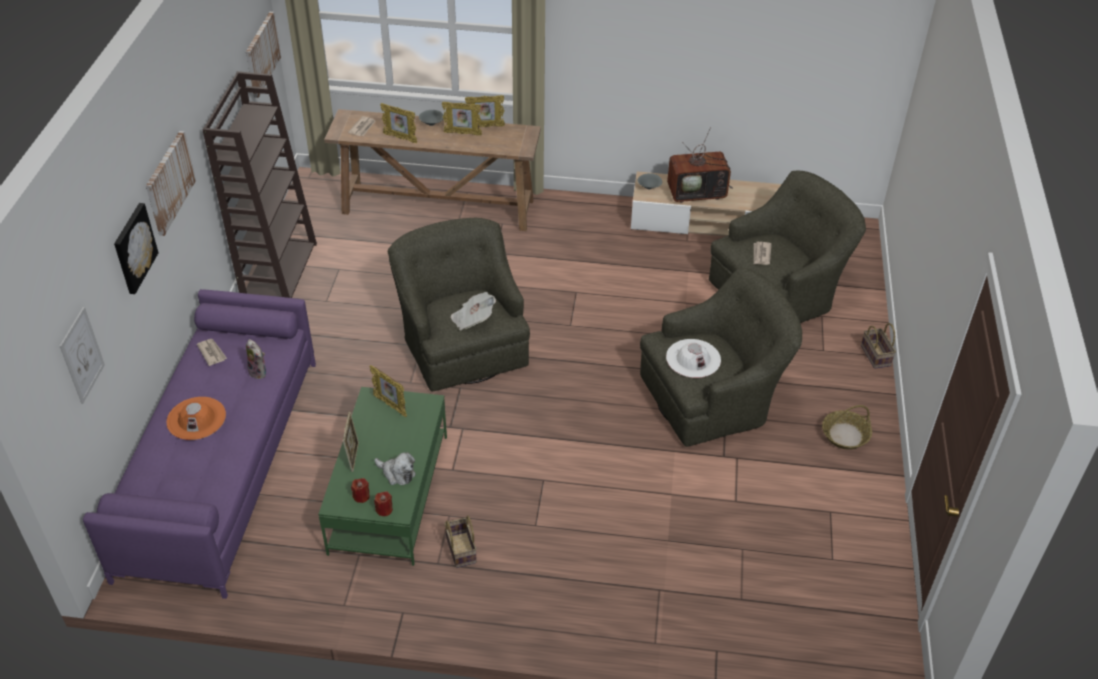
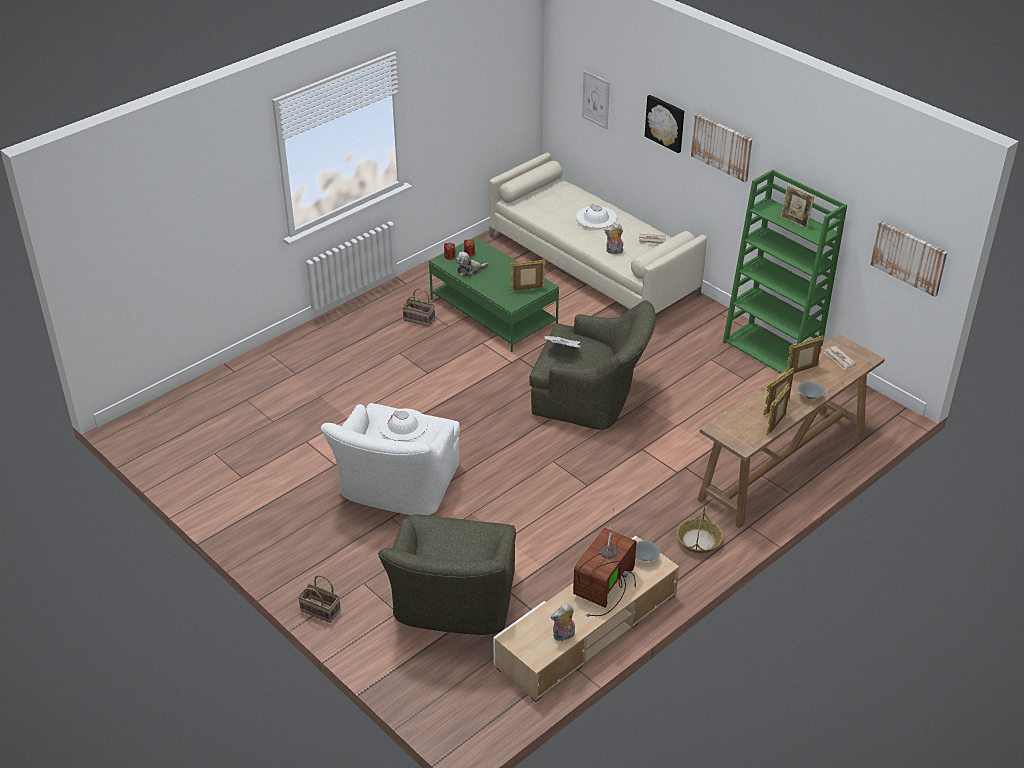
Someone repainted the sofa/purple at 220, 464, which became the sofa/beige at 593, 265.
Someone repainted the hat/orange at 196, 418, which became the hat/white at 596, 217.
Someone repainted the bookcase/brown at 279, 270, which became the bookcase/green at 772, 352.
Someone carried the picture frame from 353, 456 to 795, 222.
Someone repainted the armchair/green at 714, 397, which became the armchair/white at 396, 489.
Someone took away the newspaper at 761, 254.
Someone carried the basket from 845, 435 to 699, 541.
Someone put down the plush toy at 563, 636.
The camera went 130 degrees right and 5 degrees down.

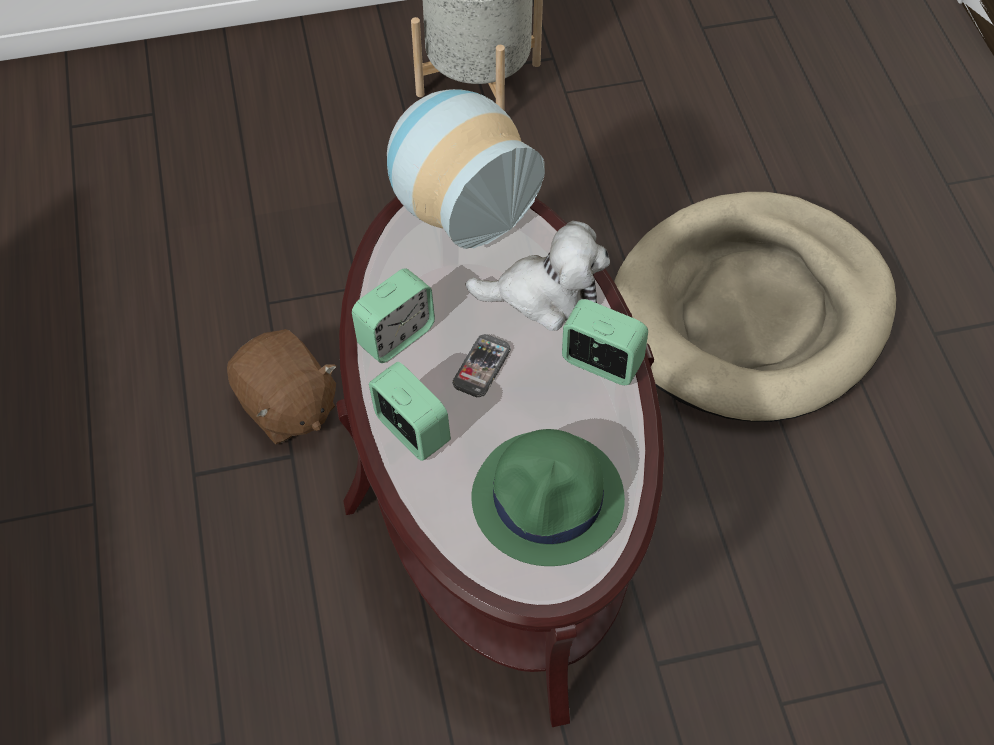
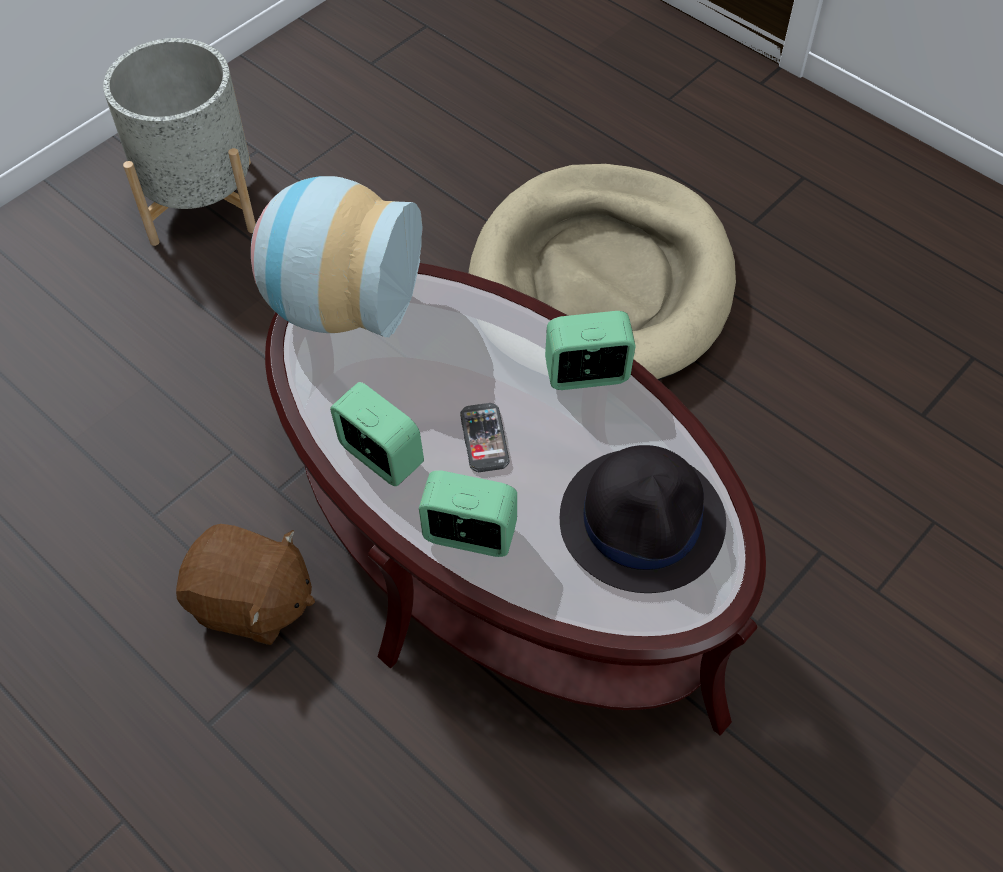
Someone rotated the alarm clock at 396, 336 by 60 degrees counterclockwise.
Someone took away the plush toy at 545, 295.
Someone repainted the hat/green at 549, 499, which became the hat/black at 643, 520.
The camera went 35 degrees left and 0 degrees up.

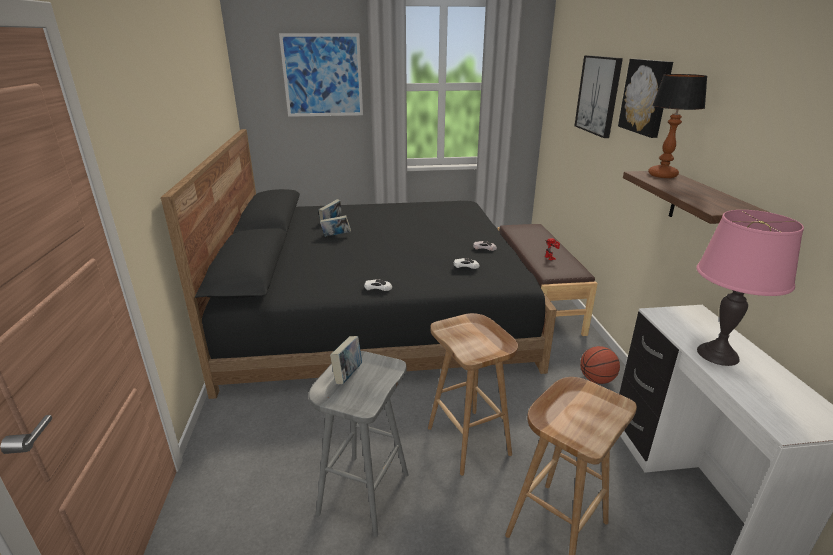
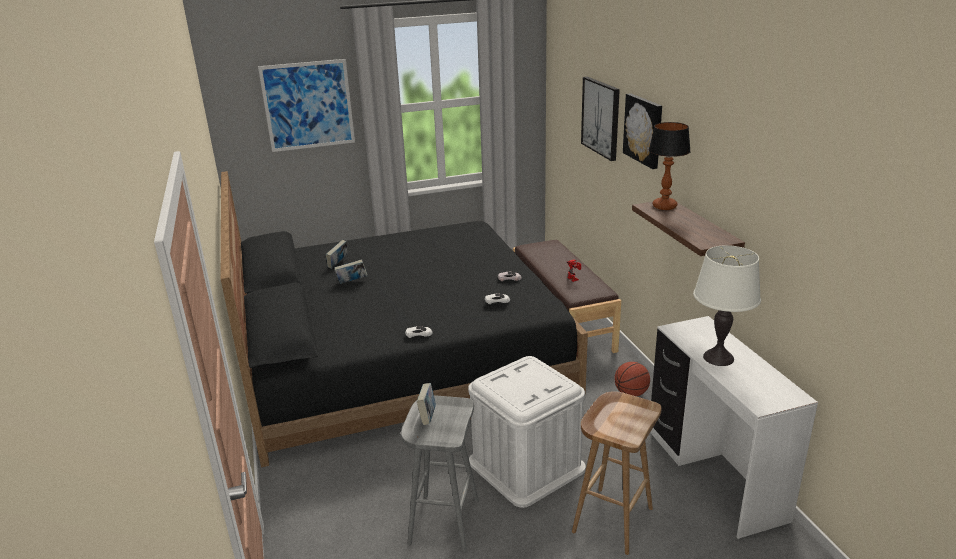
Someone swapped the stool/brown at 470, 441 for the storage box/white at 526, 465.
Someone repainted the table lamp/pink at 718, 354, which became the table lamp/white at 718, 358.
The camera went 10 degrees left and 0 degrees up.

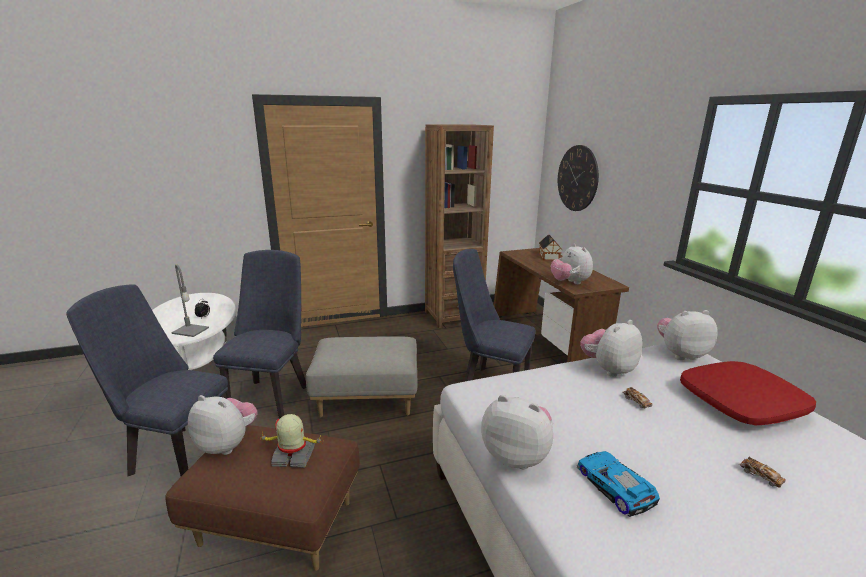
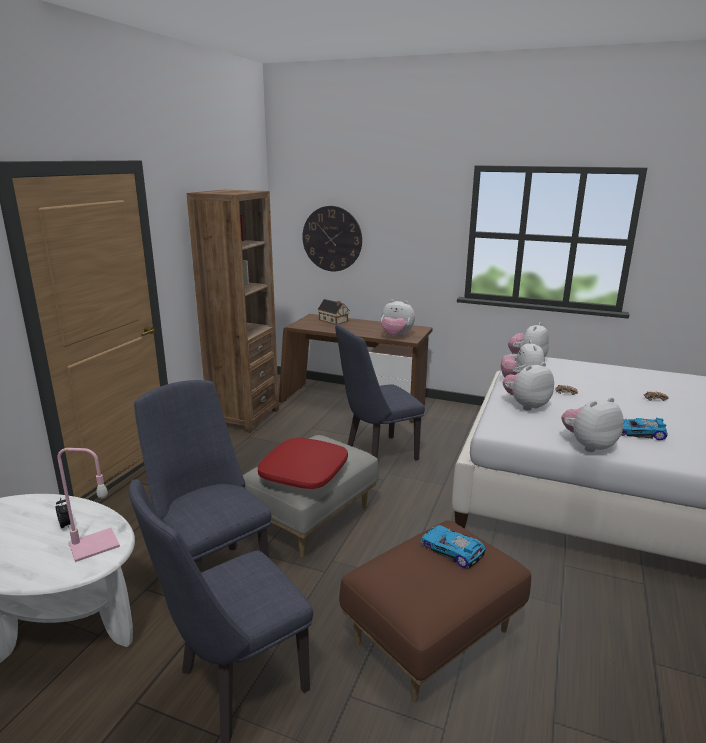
Someone repainted the table lamp/grey at 189, 330, which became the table lamp/pink at 92, 545.
Someone carried the plush toy from 228, 444 to 525, 405.
Someone swapped the toy robot at 293, 456 for the toy car at 451, 550.
Someone carried the pillow/red from 741, 403 to 304, 473.
The camera went 50 degrees left and 0 degrees up.

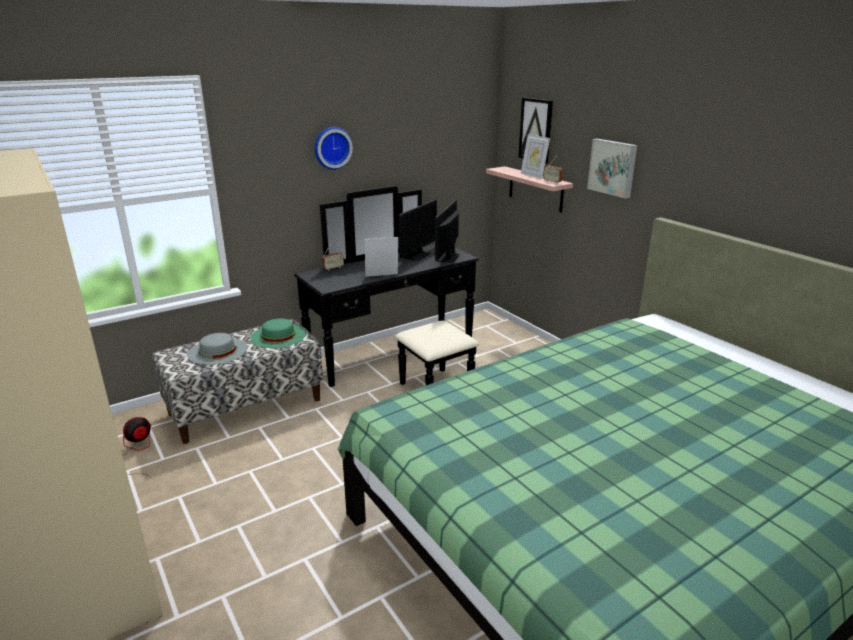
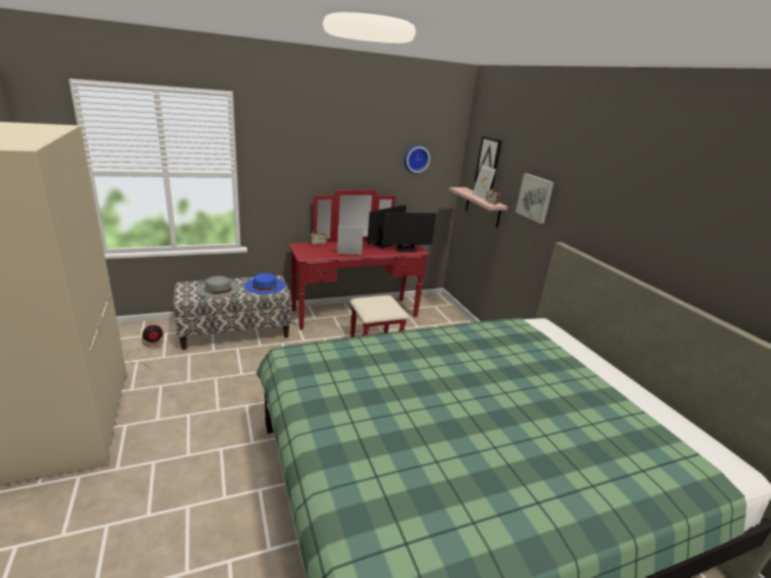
Someone repainted the hat/green at 278, 335, which became the hat/blue at 265, 285.
Someone repainted the dresser/black at 401, 360, which became the dresser/red at 360, 319.
Someone carried the wall clock from 332, 147 to 416, 158.
Someone rotated the monitor at 448, 257 by 135 degrees counterclockwise.
The camera went 10 degrees right and 0 degrees up.

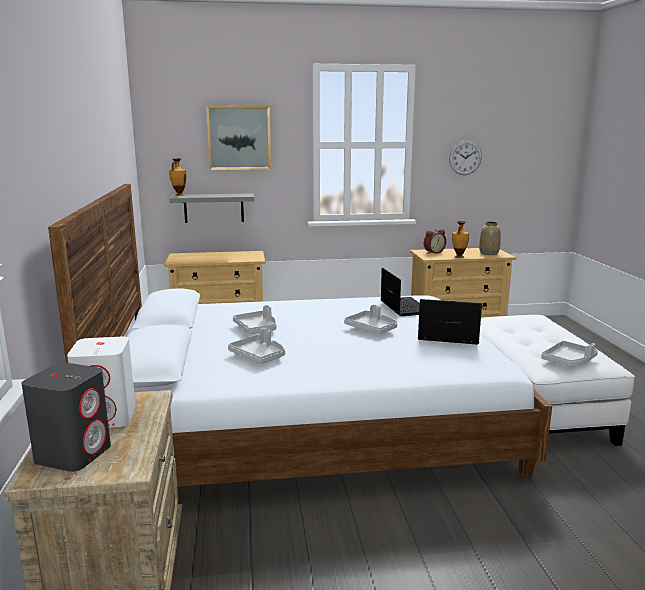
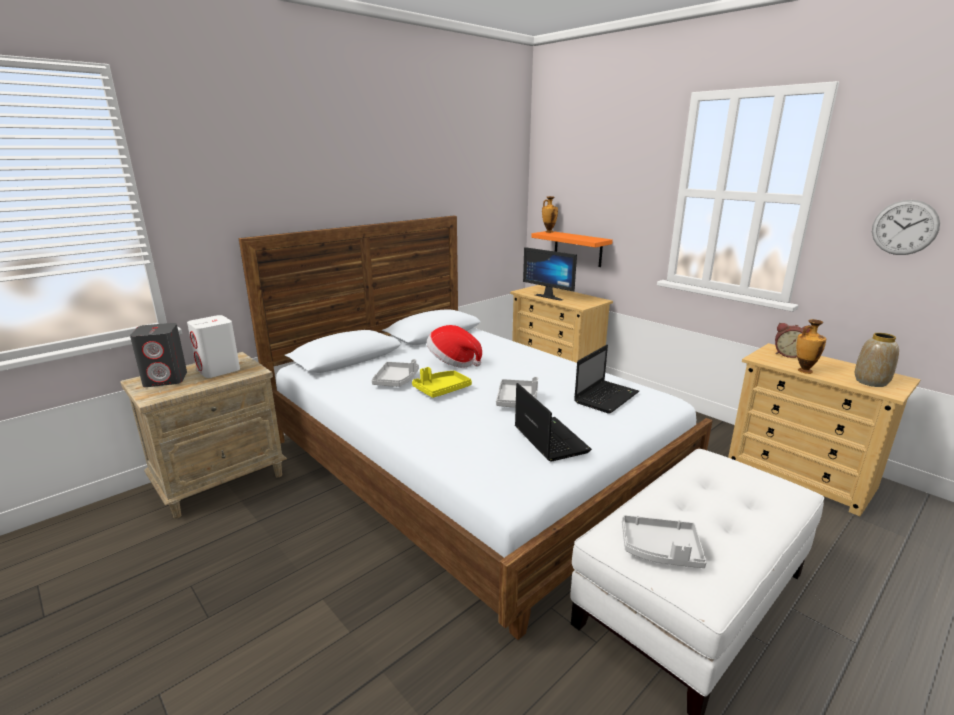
Someone repainted the shelf/grey at 214, 208, which became the shelf/orange at 578, 248.
Someone took away the picture at 239, 138.
Someone swapped the tray/grey at 257, 329 for the hat at 453, 362.
Someone put down the tray/yellow at 441, 390.
Someone put down the monitor at 550, 296.
The camera went 55 degrees right and 5 degrees up.

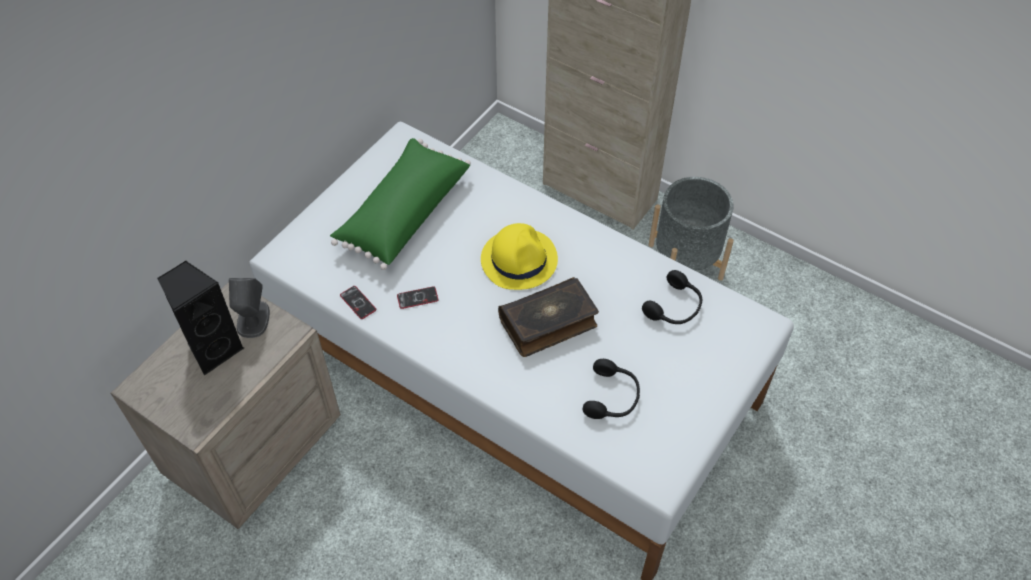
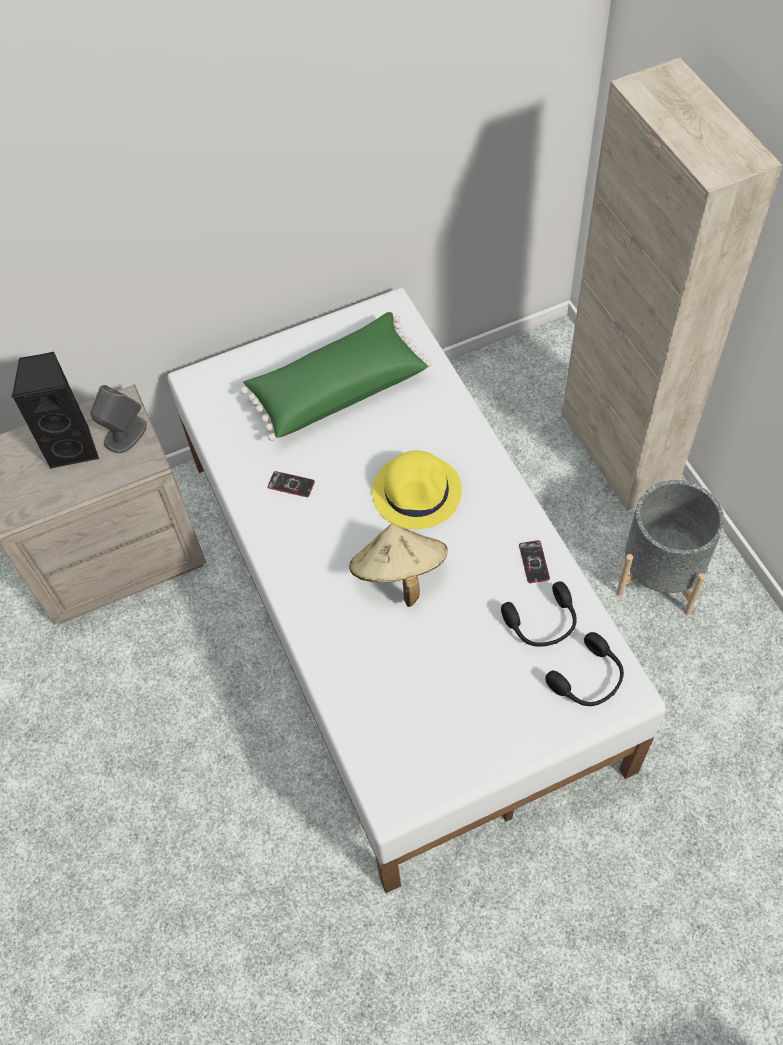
Someone carried the phone from 358, 303 to 534, 562.
Someone swapped the book at 548, 323 for the hat/beige at 399, 574.
Someone carried the headphones/black from 612, 397 to 588, 679.
The camera went 35 degrees right and 5 degrees up.

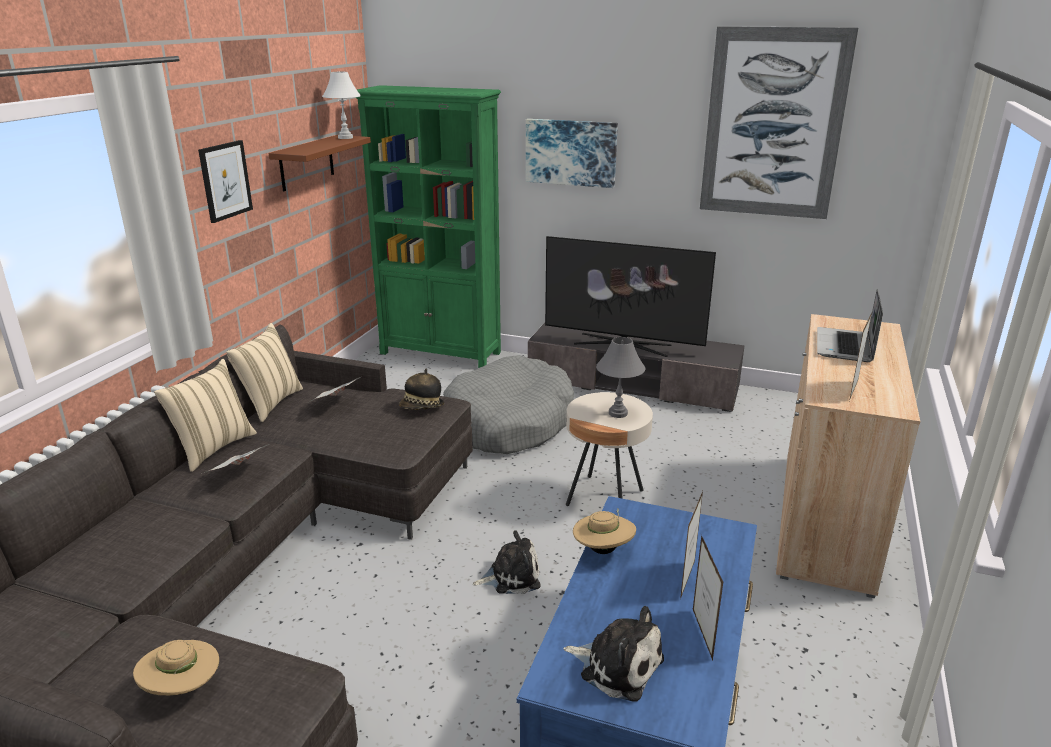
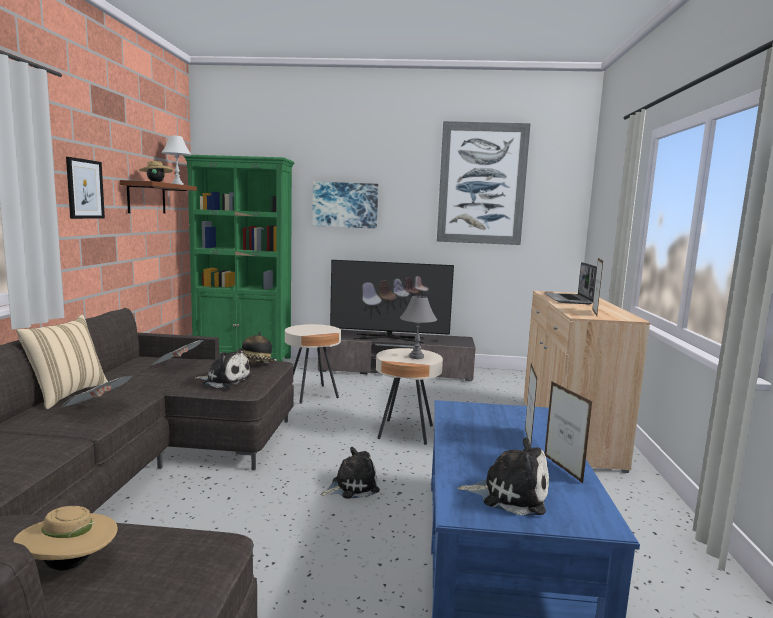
Someone took away the pillow/beige at 270, 403.
Someone swapped the dog bed/grey at 509, 423 for the side table/beige at 312, 394.
Someone carried the hat/beige from 603, 550 to 156, 182.
Someone put down the plush toy at 224, 380.
The camera went 15 degrees left and 15 degrees down.

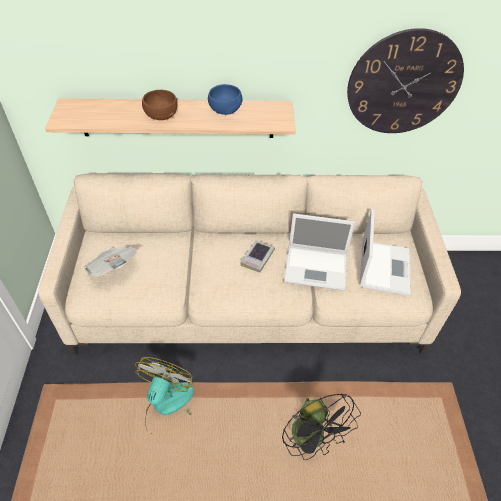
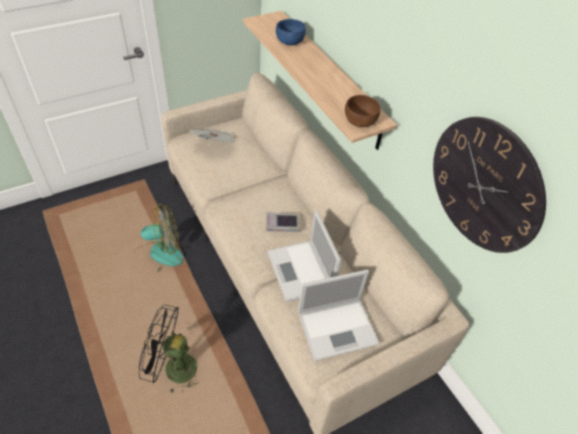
Someone carried the bowl/brown from 161, 115 to 359, 120.
Someone carried the bowl/blue from 225, 109 to 290, 41.
Someone rotated the fan/black at 312, 439 by 60 degrees clockwise.
The camera went 60 degrees right and 0 degrees up.

